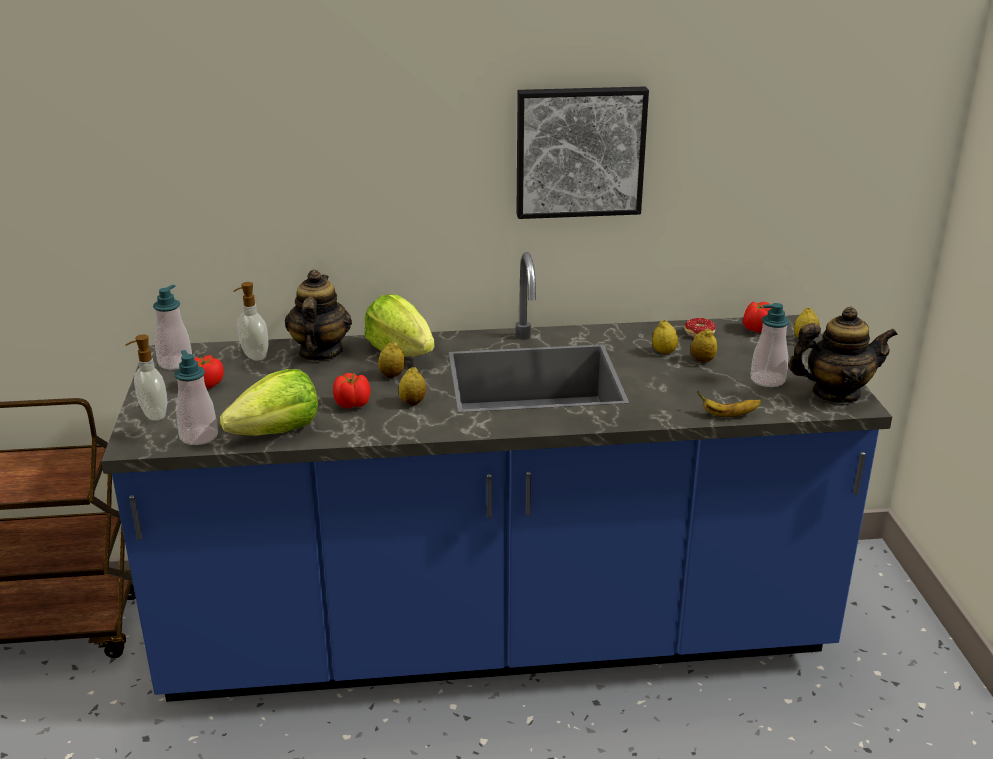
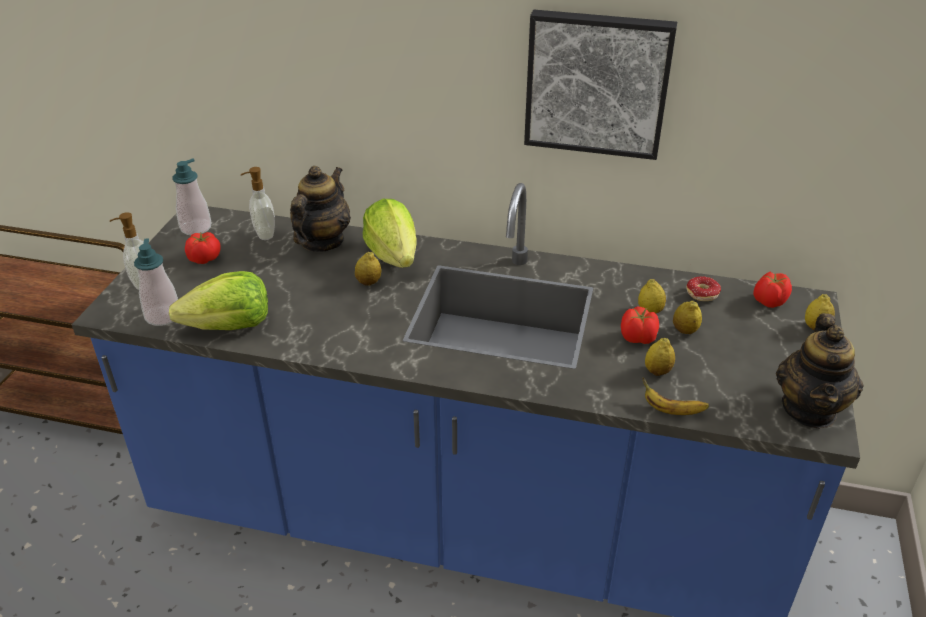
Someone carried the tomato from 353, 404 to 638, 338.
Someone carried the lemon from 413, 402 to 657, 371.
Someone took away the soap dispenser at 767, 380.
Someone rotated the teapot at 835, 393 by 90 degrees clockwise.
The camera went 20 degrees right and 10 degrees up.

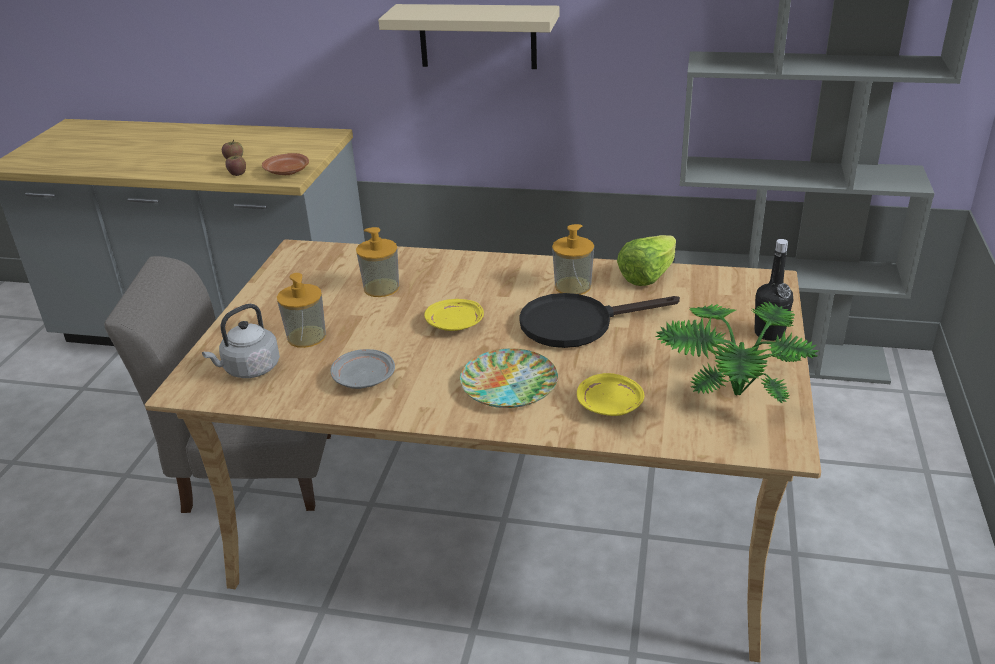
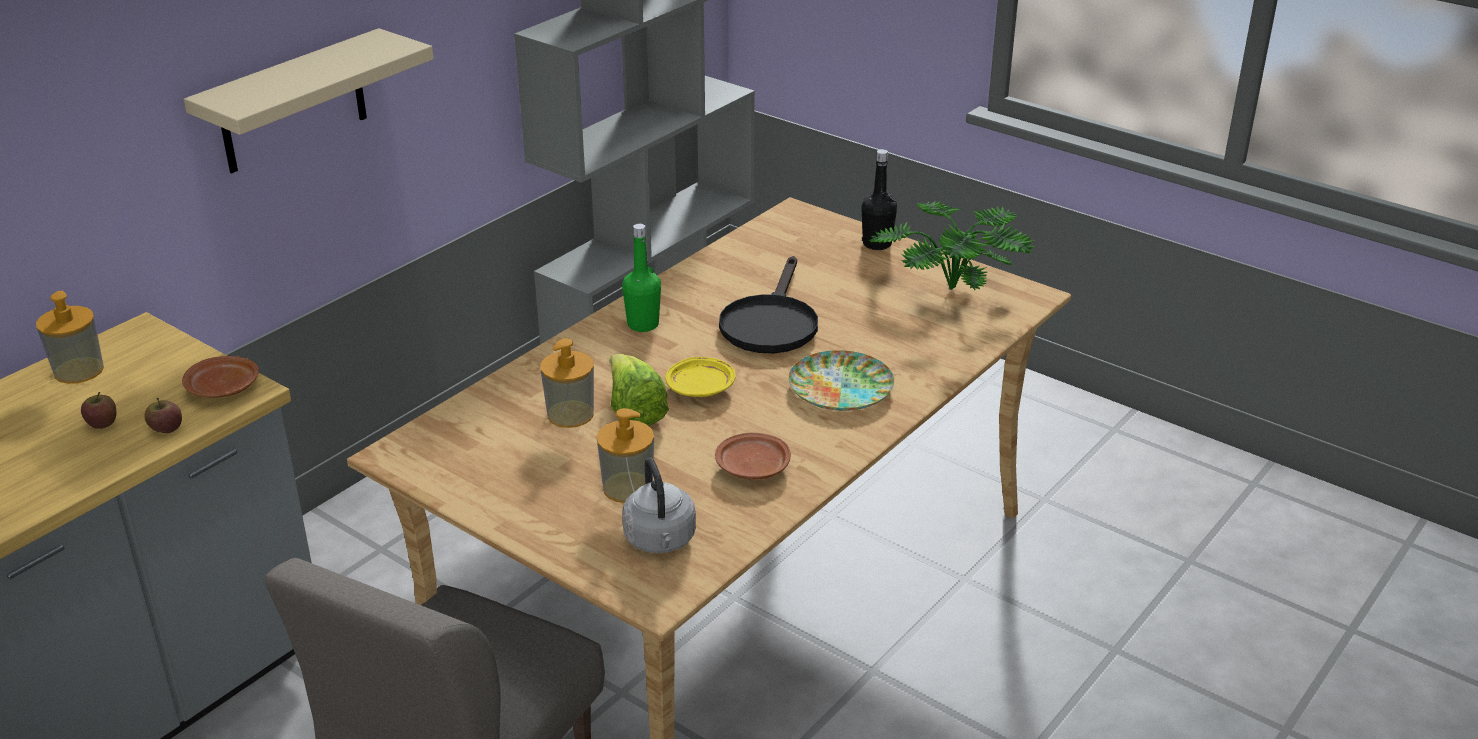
Someone repainted the plate/grey at 363, 378, which became the plate/brown at 752, 468.
Someone carried the soap dispenser from 573, 286 to 79, 370.
Someone took away the plate/yellow at 610, 405.
Someone carried the lettuce from 647, 276 to 634, 411.
Someone put down the bottle/green at 643, 324.
The camera went 65 degrees left and 0 degrees up.

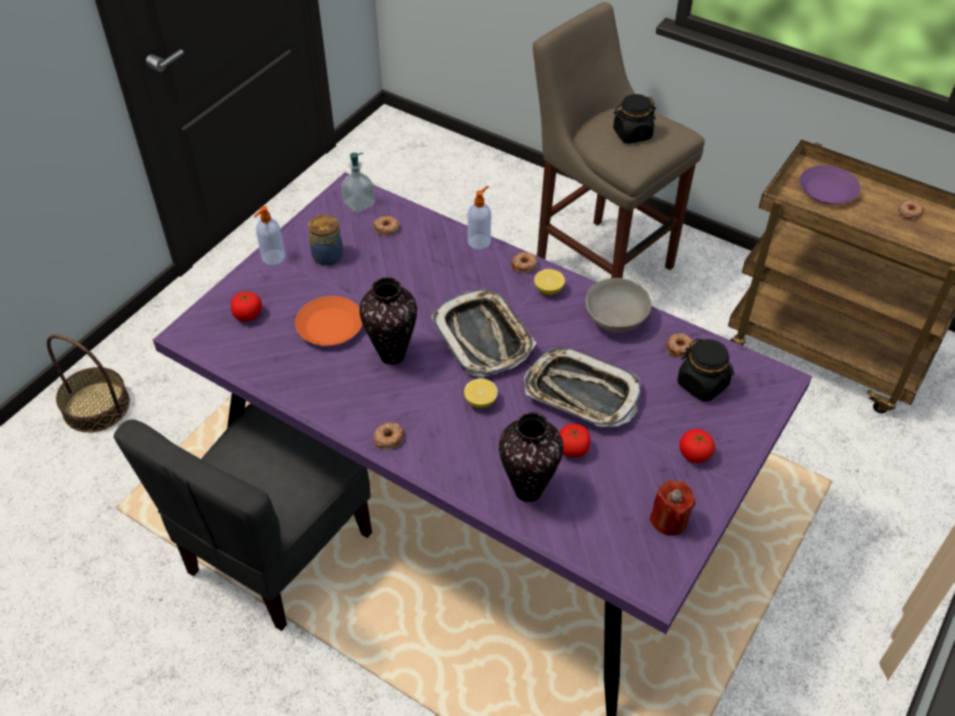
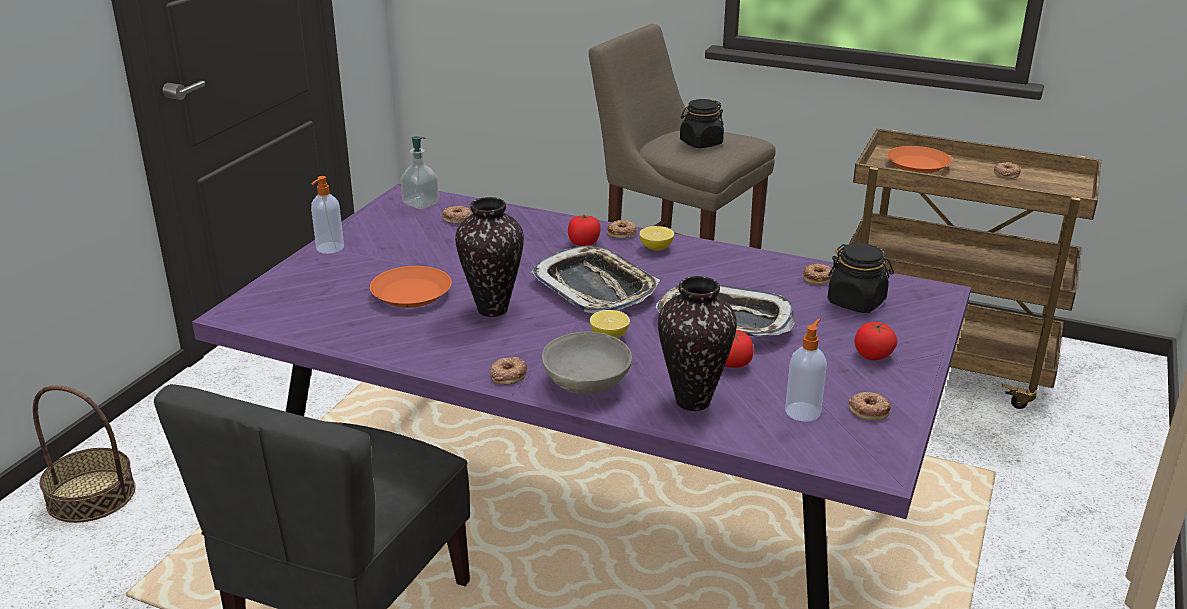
Someone carried the tomato from 248, 315 to 584, 243.
Someone took away the jar at 327, 255.
Someone carried the soap dispenser from 479, 241 to 803, 411.
Someone carried the bowl/grey from 616, 318 to 587, 383.
Someone swapped the candle/red at 669, 520 for the donut at 869, 409.
Someone repainted the plate/purple at 828, 190, which became the plate/orange at 918, 165.
The camera went 10 degrees left and 20 degrees down.

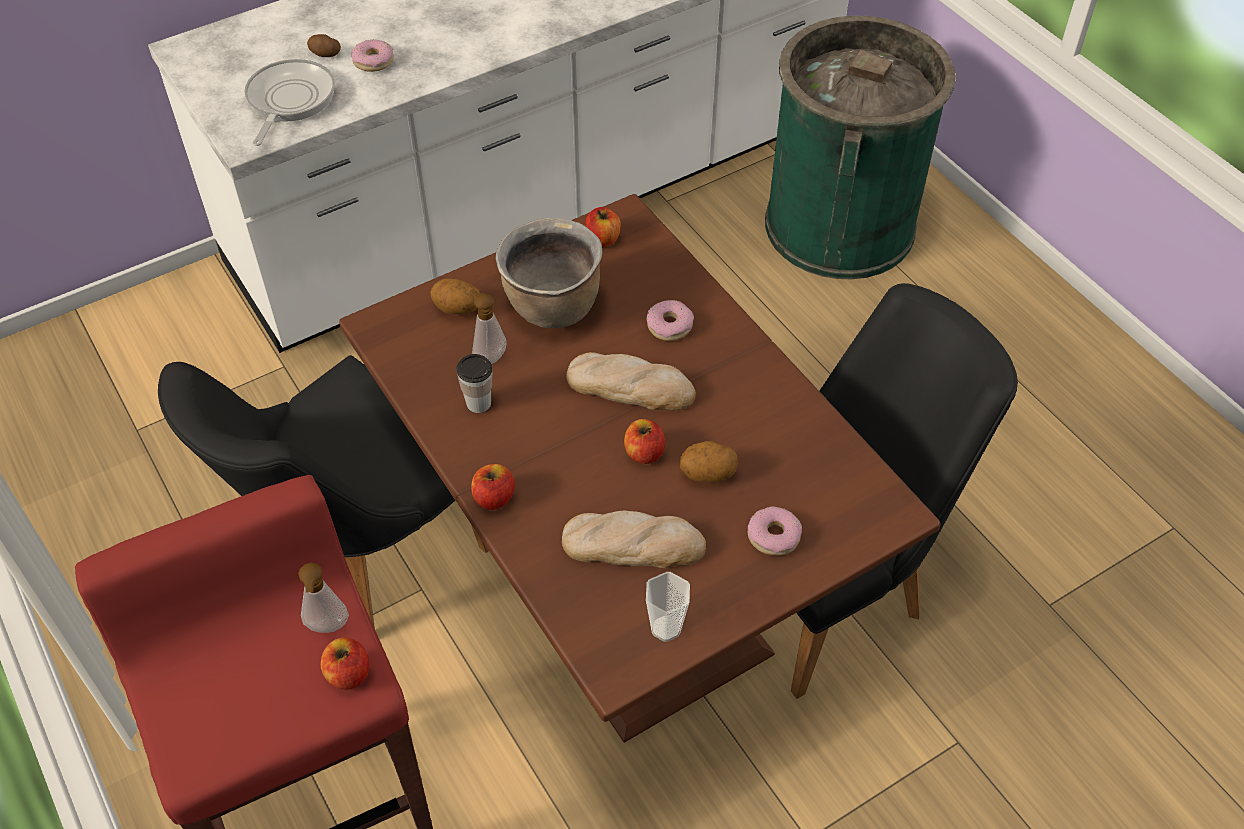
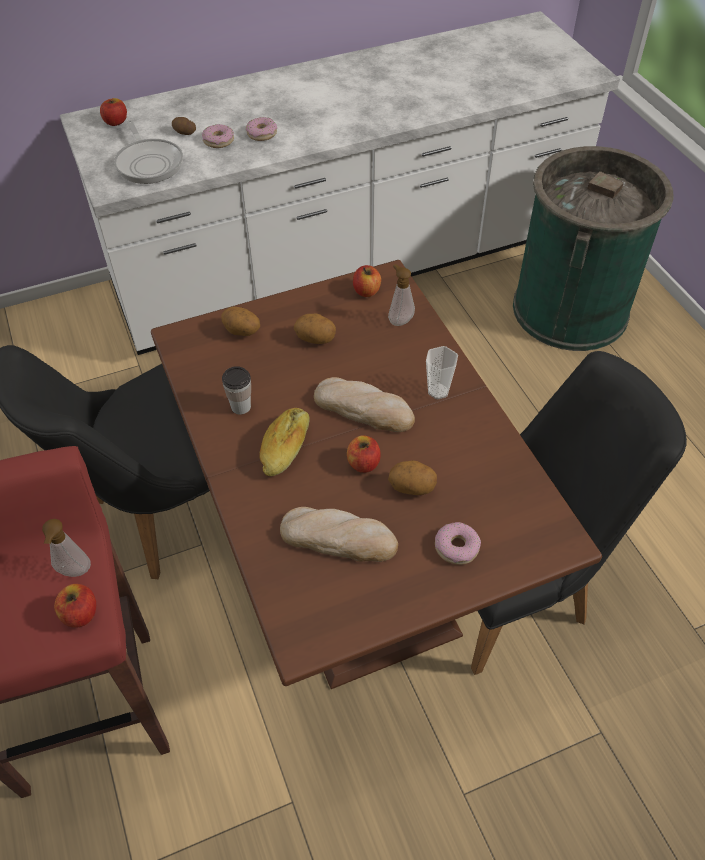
Someone rotated the frying pan at 289, 101 by 135 degrees clockwise.
Someone carried the soap dispenser from 488, 356 to 399, 320.
Someone carried the apple from 494, 498 to 116, 122.
Someone swapped the cooking pot/brown at 552, 307 for the potato at 315, 339.
Someone carried the donut from 669, 326 to 262, 133.
Someone carried the cup from 666, 628 to 438, 391.
Someone put down the bread at 286, 448.
The camera went 10 degrees right and 0 degrees up.

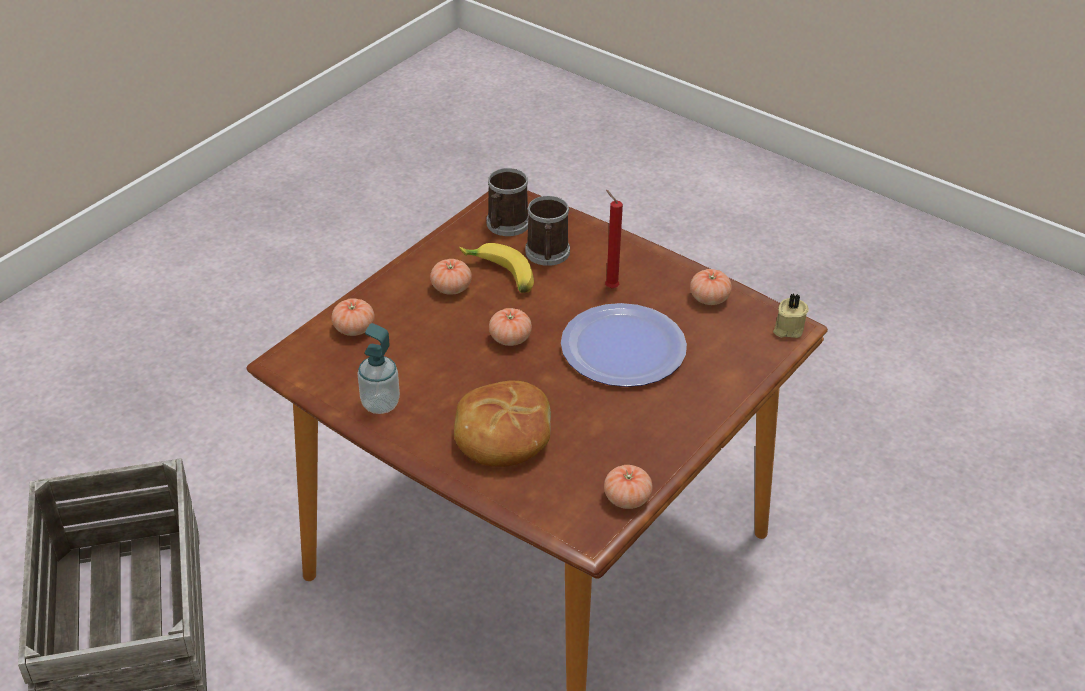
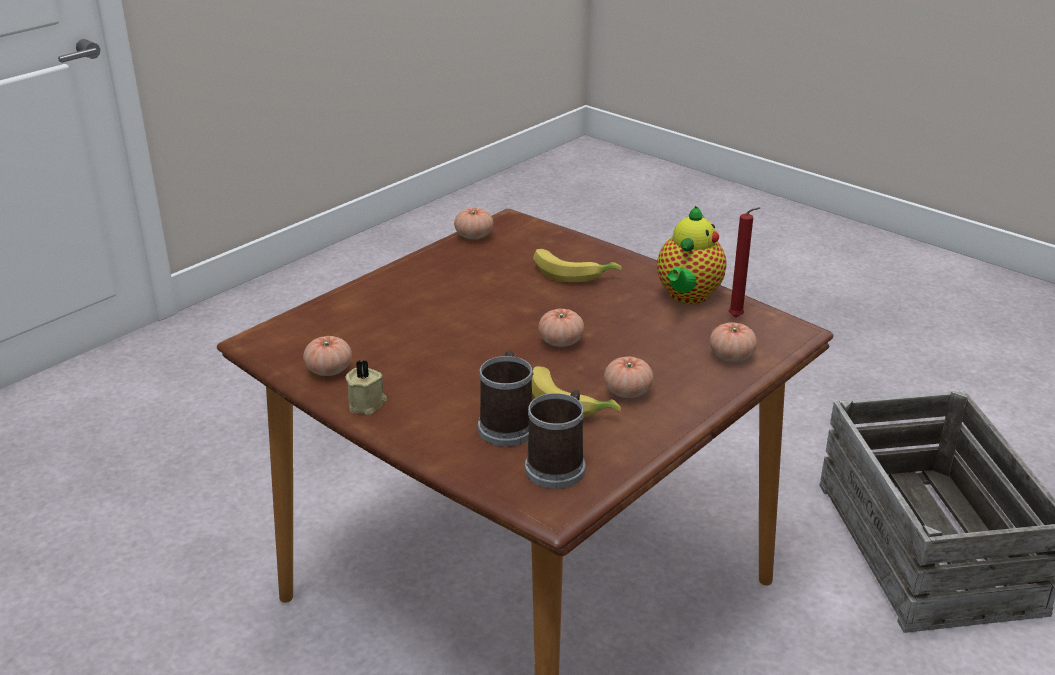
Someone swapped the soap dispenser at 380, 404 for the teapot at 687, 296.
Someone swapped the bread at 502, 435 for the banana at 572, 272.
Someone took away the plate at 623, 348.
Someone carried the candle/red from 609, 287 to 738, 318.
Someone carried the candle/beige from 787, 329 to 368, 404.
The camera went 175 degrees left and 10 degrees down.

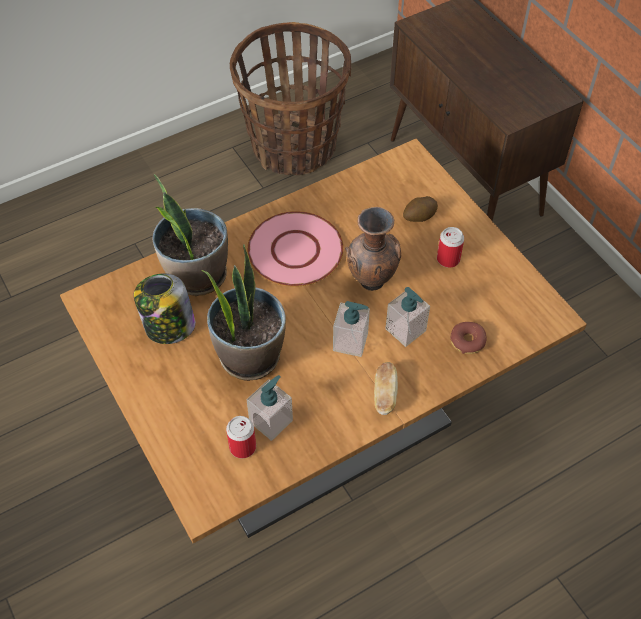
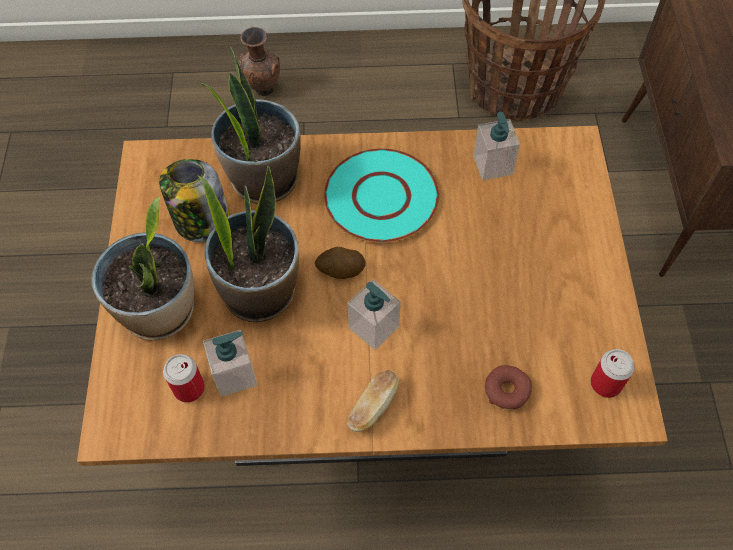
Someone repainted the plate/pink at 295, 251, which became the plate/turquoise at 380, 197.
Someone carried the vase/brown from 371, 283 to 263, 90.
Someone carried the soap dispenser from 405, 330 to 493, 165.
Someone carried the potato from 419, 217 to 340, 270.
Someone carried the can from 448, 259 to 606, 383.
Someone put down the potted plant at 160, 311.
The camera went 30 degrees right and 5 degrees up.

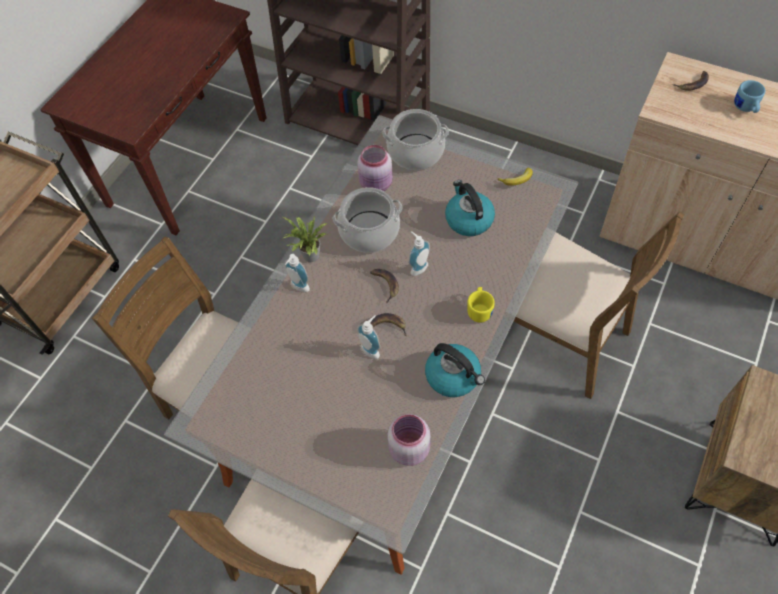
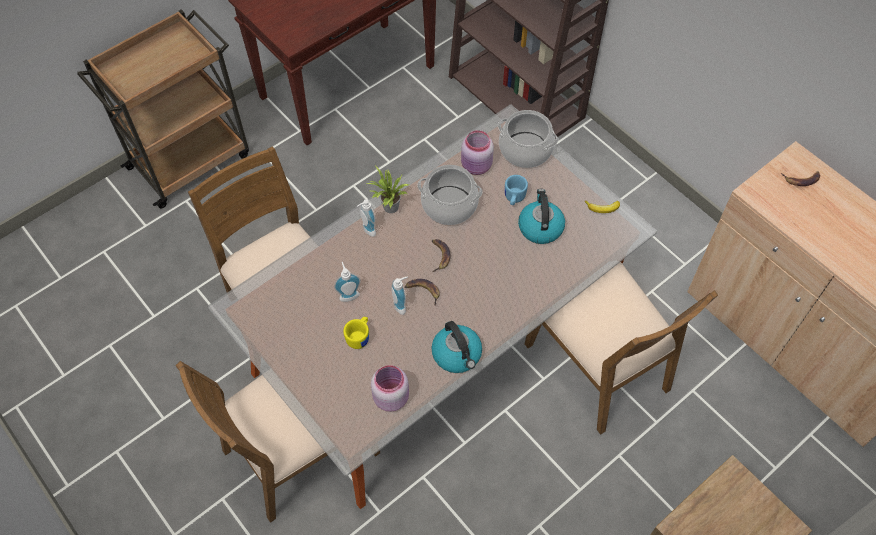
Someone carried the soap dispenser from 417, 267 to 348, 294.
Someone carried the mug/yellow from 480, 310 to 360, 337.
Someone carried the mug/blue from 745, 108 to 513, 198.
The camera went 20 degrees right and 0 degrees up.

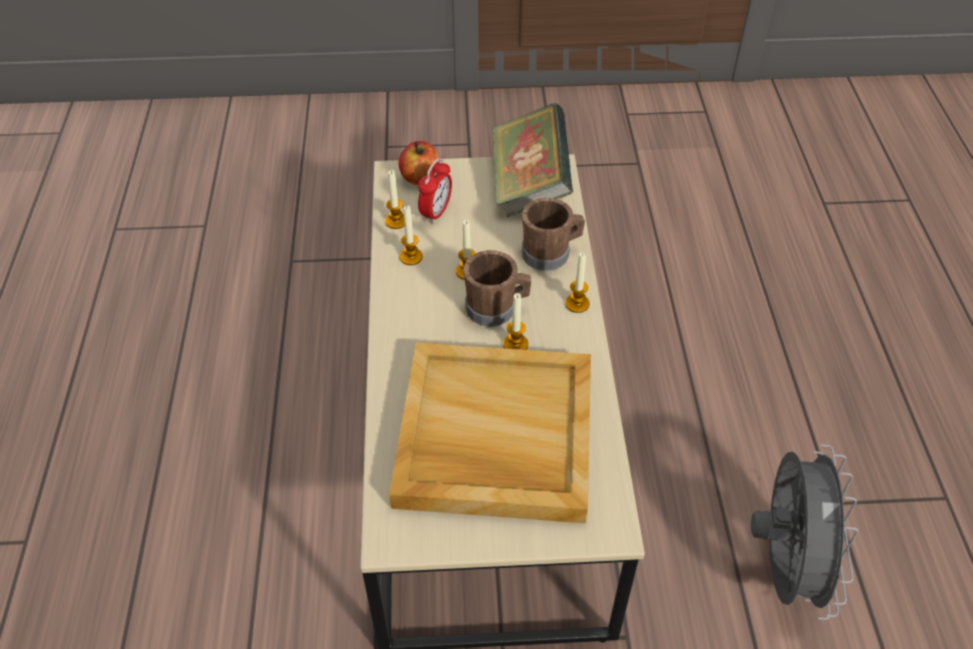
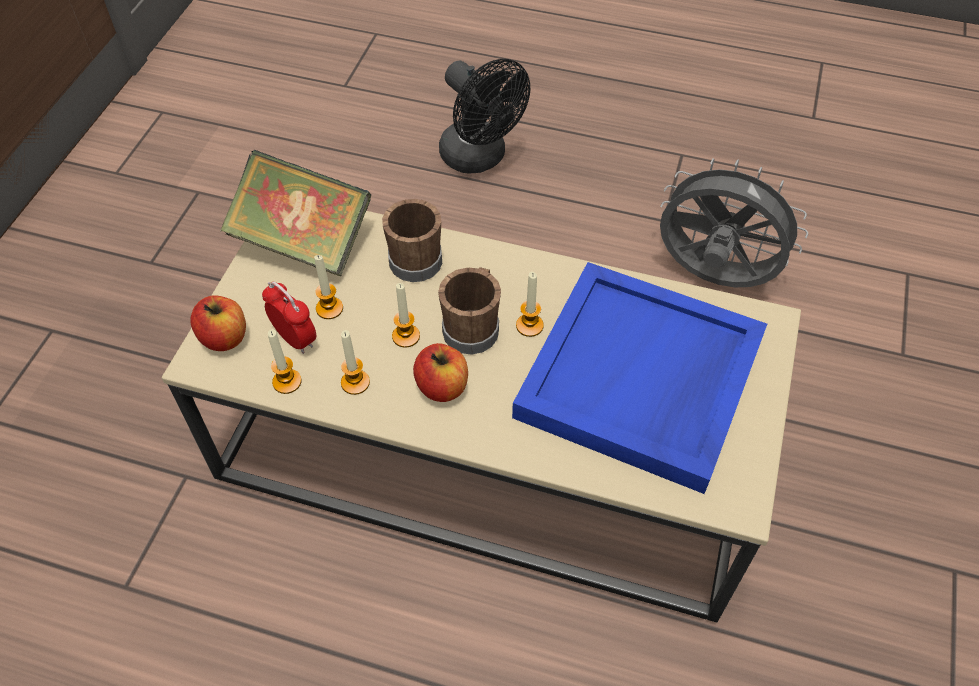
Someone repainted the tray/beige at 493, 436, which became the tray/blue at 641, 380.
Someone carried the candle from 577, 304 to 329, 308.
Someone put down the apple at 442, 386.
Someone put down the fan/black at 480, 158.
The camera went 70 degrees left and 5 degrees up.

